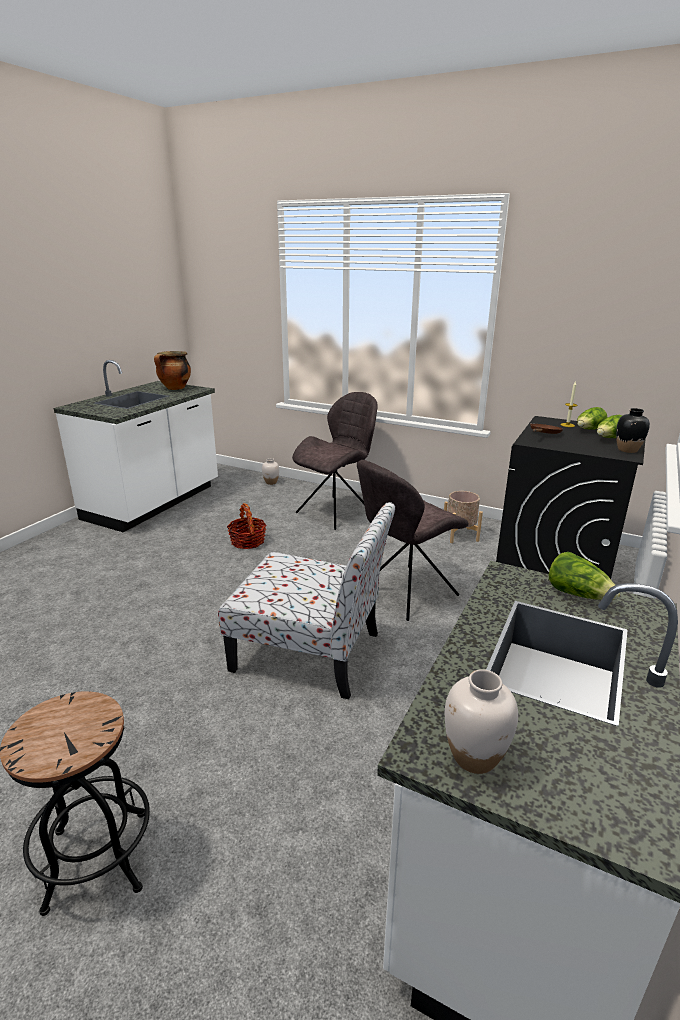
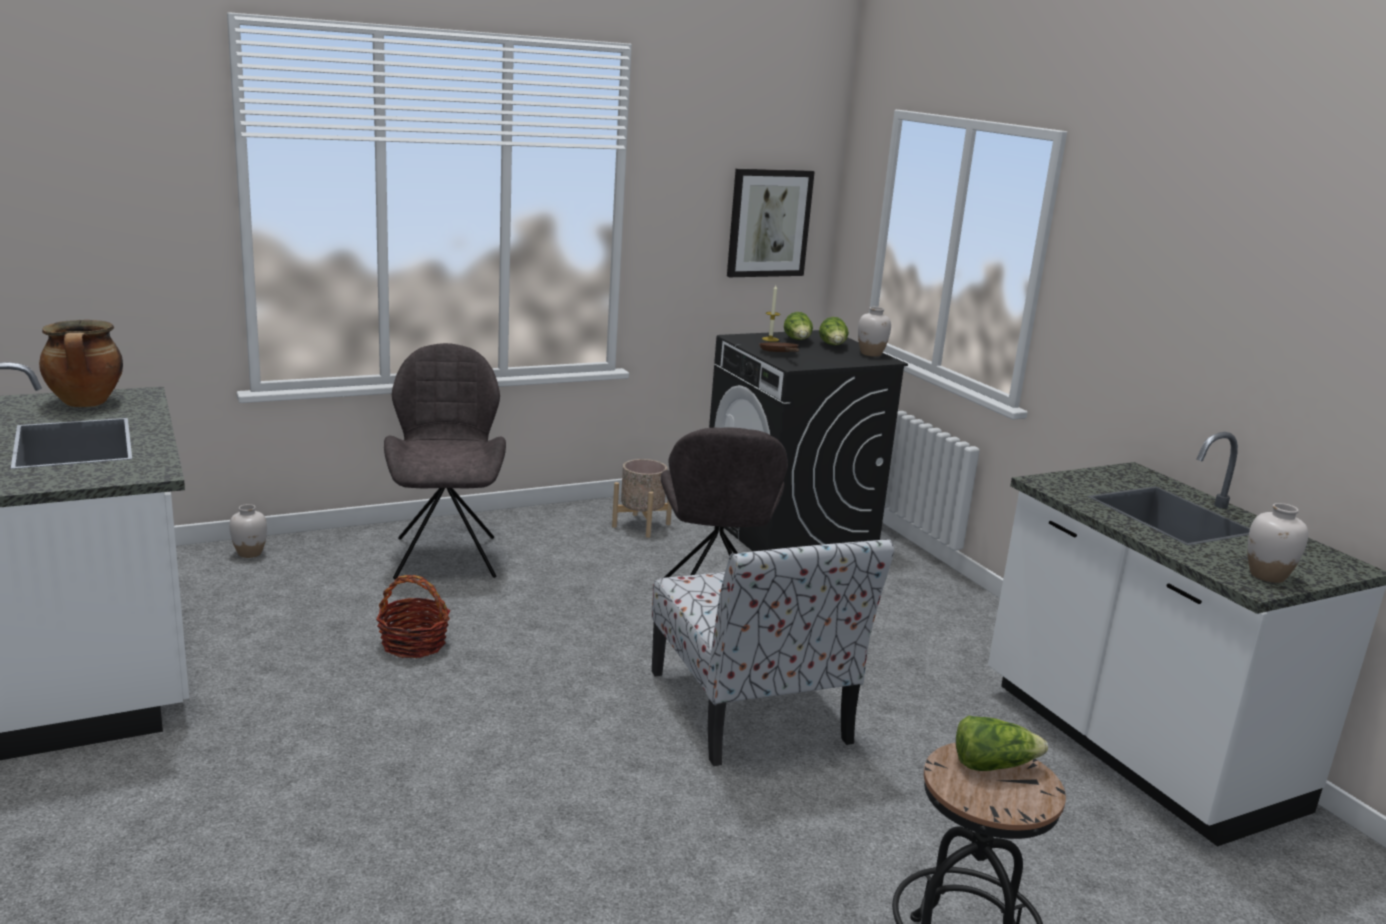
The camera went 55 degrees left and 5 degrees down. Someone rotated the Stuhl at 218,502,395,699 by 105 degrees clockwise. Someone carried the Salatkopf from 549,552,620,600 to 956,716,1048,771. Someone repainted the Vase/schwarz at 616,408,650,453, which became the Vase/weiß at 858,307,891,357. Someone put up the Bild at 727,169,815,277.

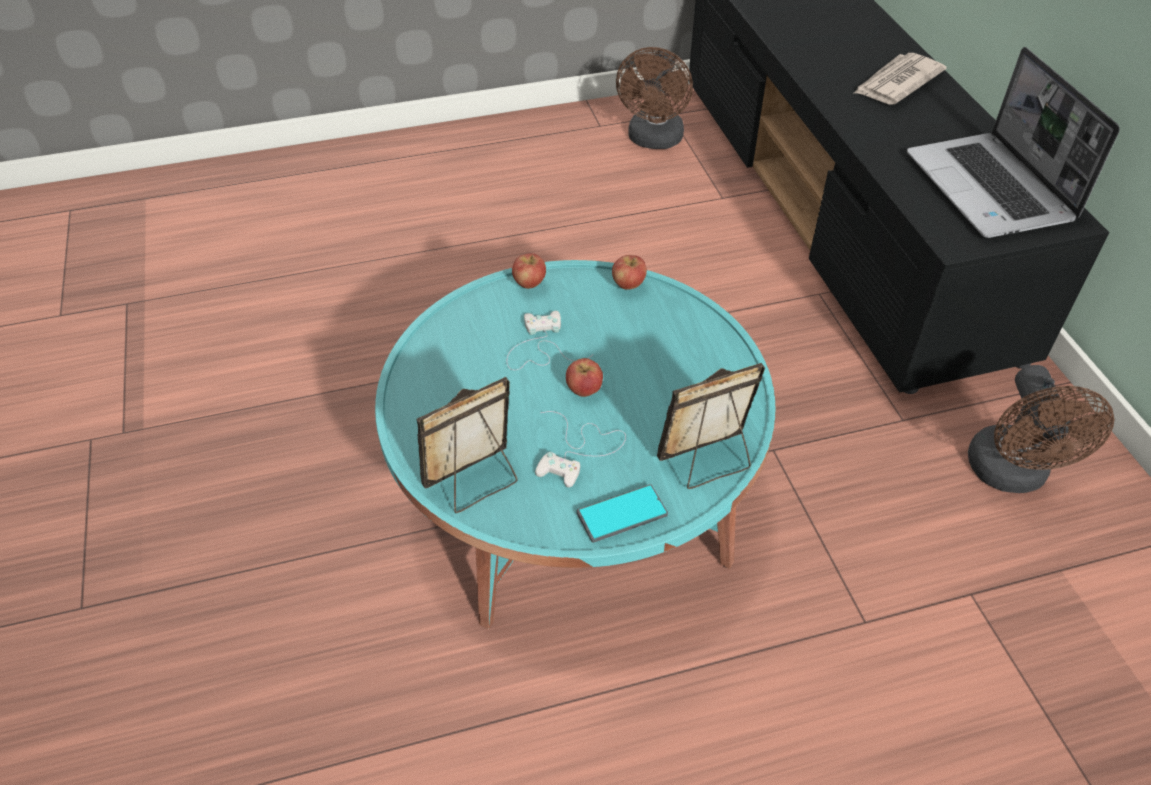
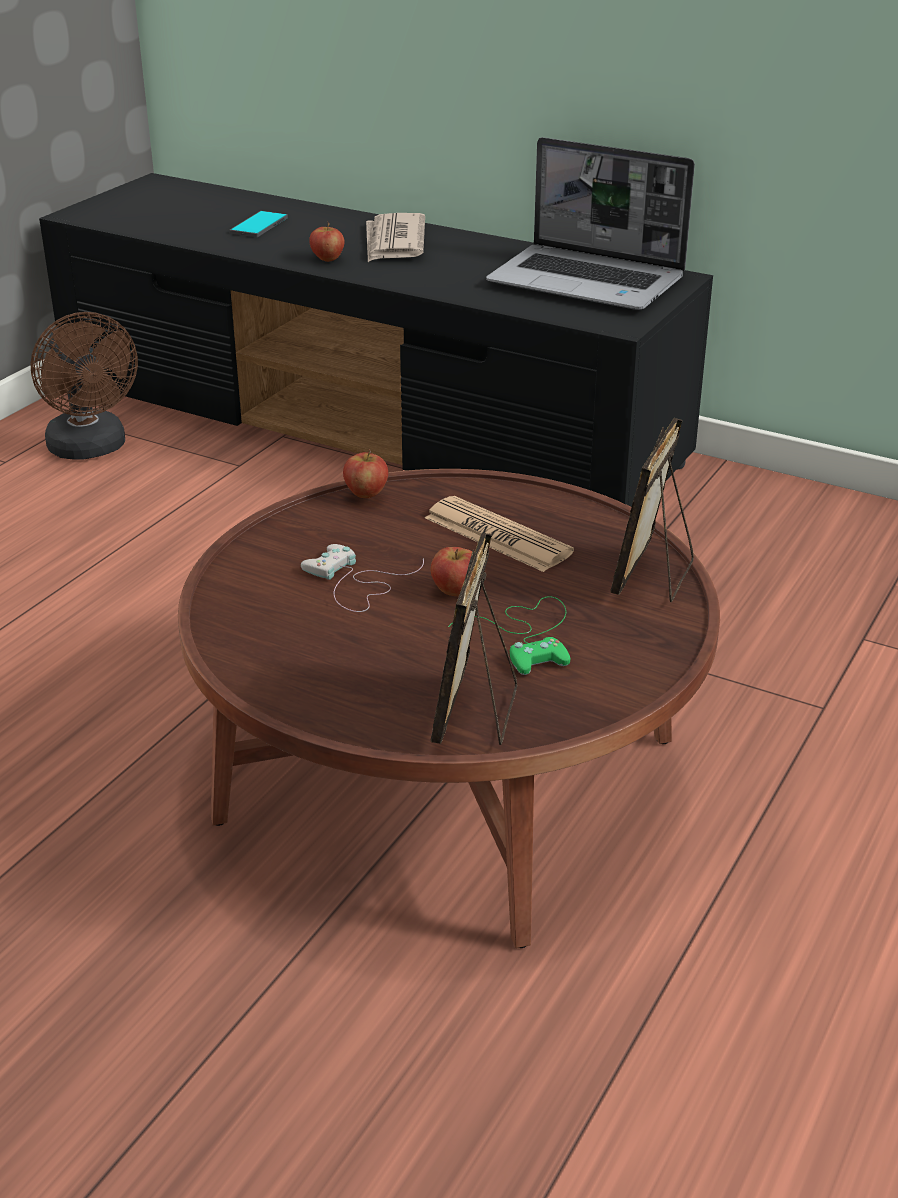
The camera went 45 degrees left and 15 degrees down. Someone repainted the Couchtisch/türkis at 375,260,776,629, which became the Couchtisch/braun at 178,469,720,948. Someone carried the Apfel from 512,253,546,289 to 309,222,344,262. Someone repainted the Gamepad/weiß at 535,411,626,488, which became the Gamepad/grün at 448,596,570,675. Someone carried the Handy from 577,484,668,543 to 229,211,288,237. Someone took away the Ventilator/braun at 968,365,1115,493. Someone put down the Zeitung at 425,496,574,572.

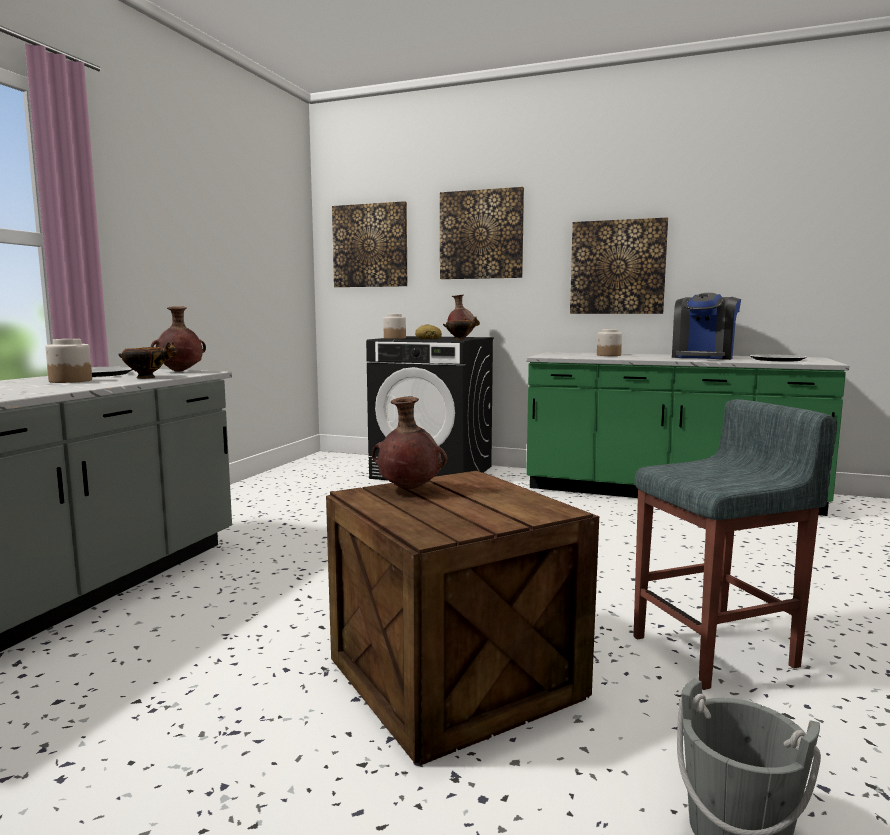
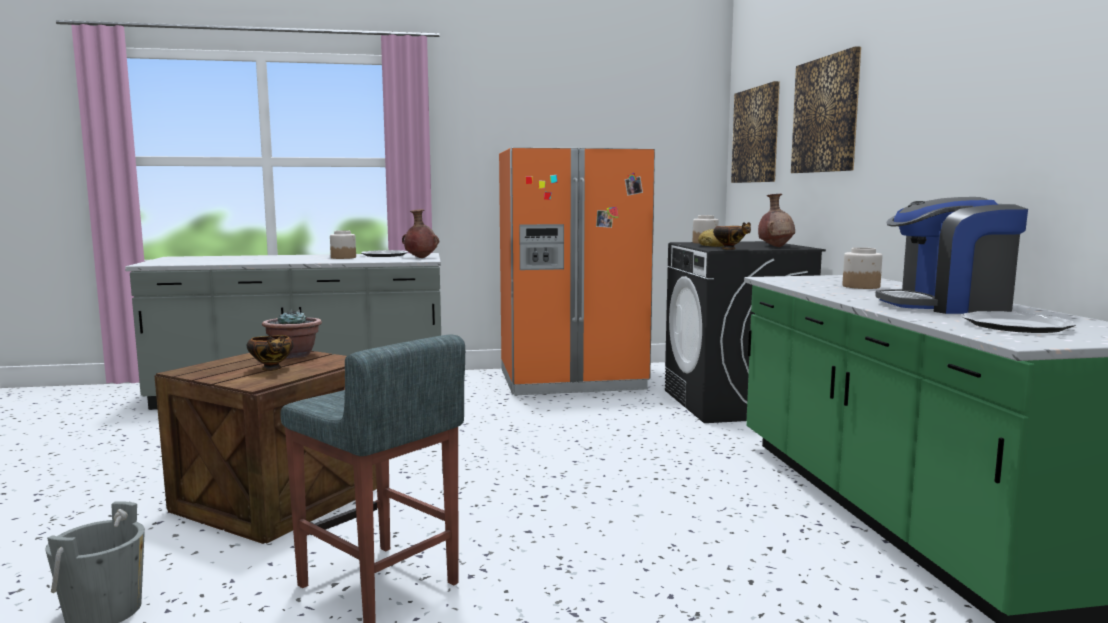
The camera went 60 degrees right and 0 degrees up. Someone carried the Schüssel from 118,342,178,379 to 246,335,293,371. Someone swapped the Vase/braun at 372,397,447,489 for the Topfpflanze at 262,309,322,359. Someone took away the Bild at 570,217,668,314. Someone put down the Kühlschrank/orange at 499,147,655,395.

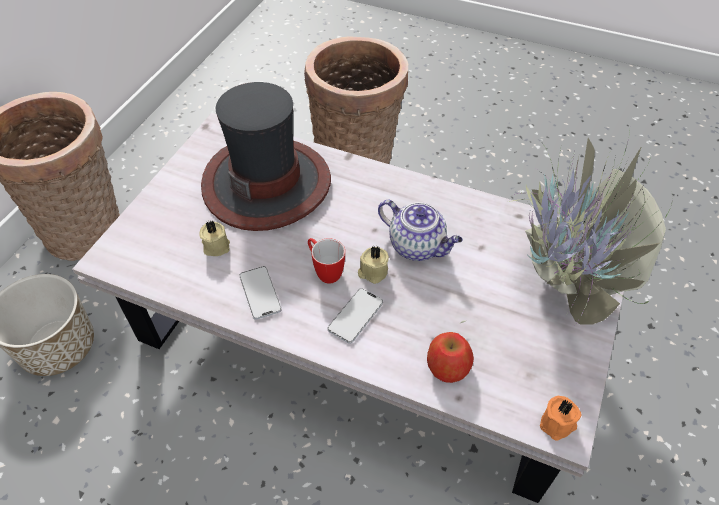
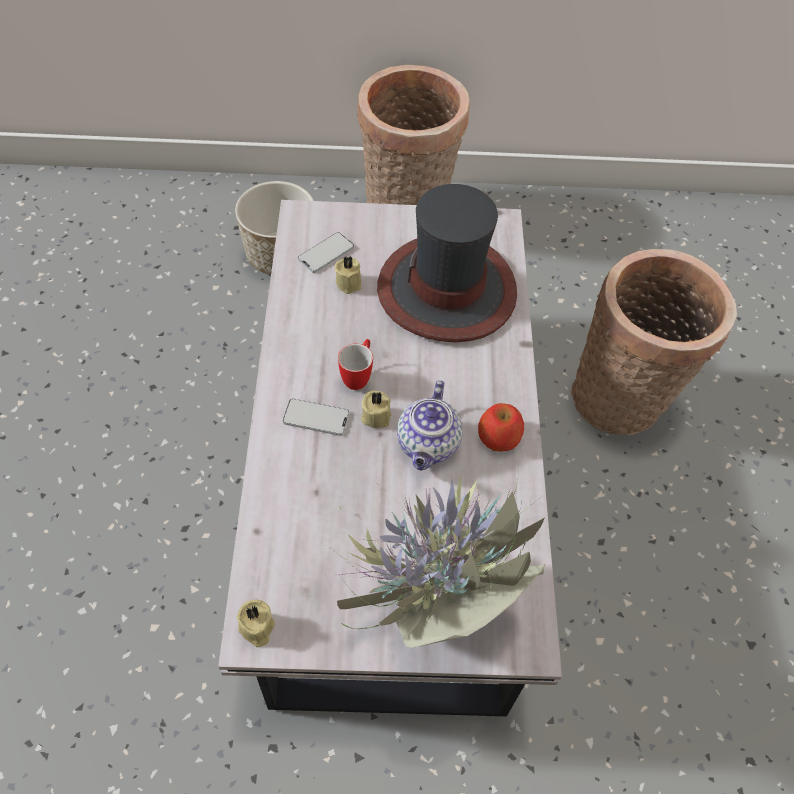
The camera went 65 degrees right and 5 degrees up. Someone carried the Handy from 239,266,281,320 to 298,232,354,273. Someone carried the Apfel from 427,332,474,383 to 478,403,524,452. Someone repainted the Kerze/orange at 540,396,581,441, which became the Kerze/beige at 237,600,275,647.

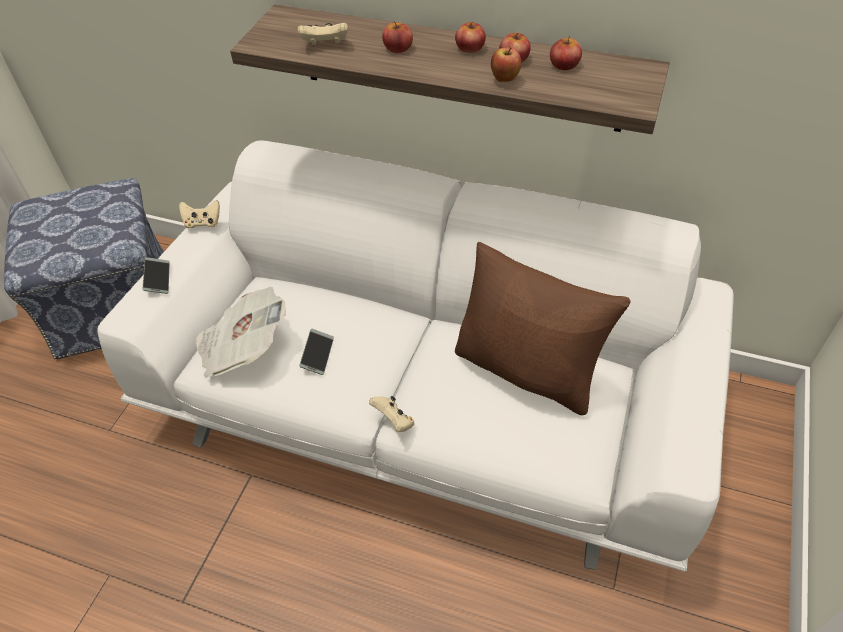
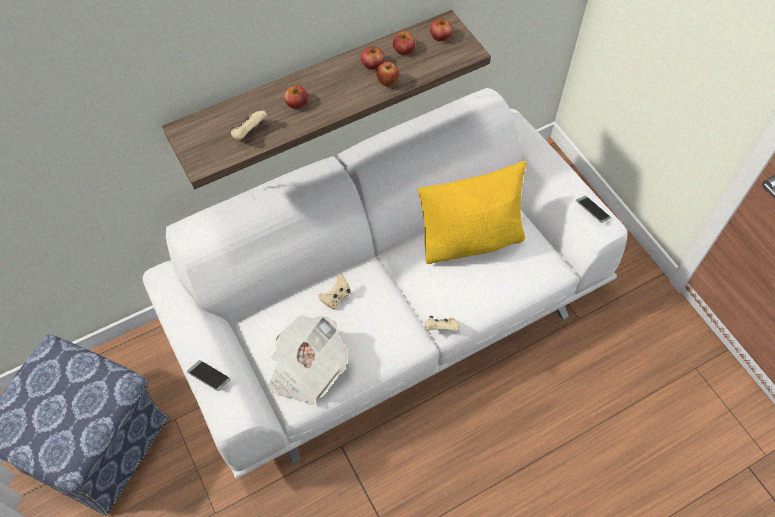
The camera went 50 degrees left and 10 degrees up. Someone carried the Gamepad/beige from 179,200,220,229 to 318,274,351,309. Someone carried the Handy from 299,329,334,375 to 576,196,611,223. Someone carried the Apfel from 455,22,486,53 to 430,19,453,41. Someone repainted the Kissen/braun at 455,242,631,415, which became the Kissen/gelb at 418,161,526,264.

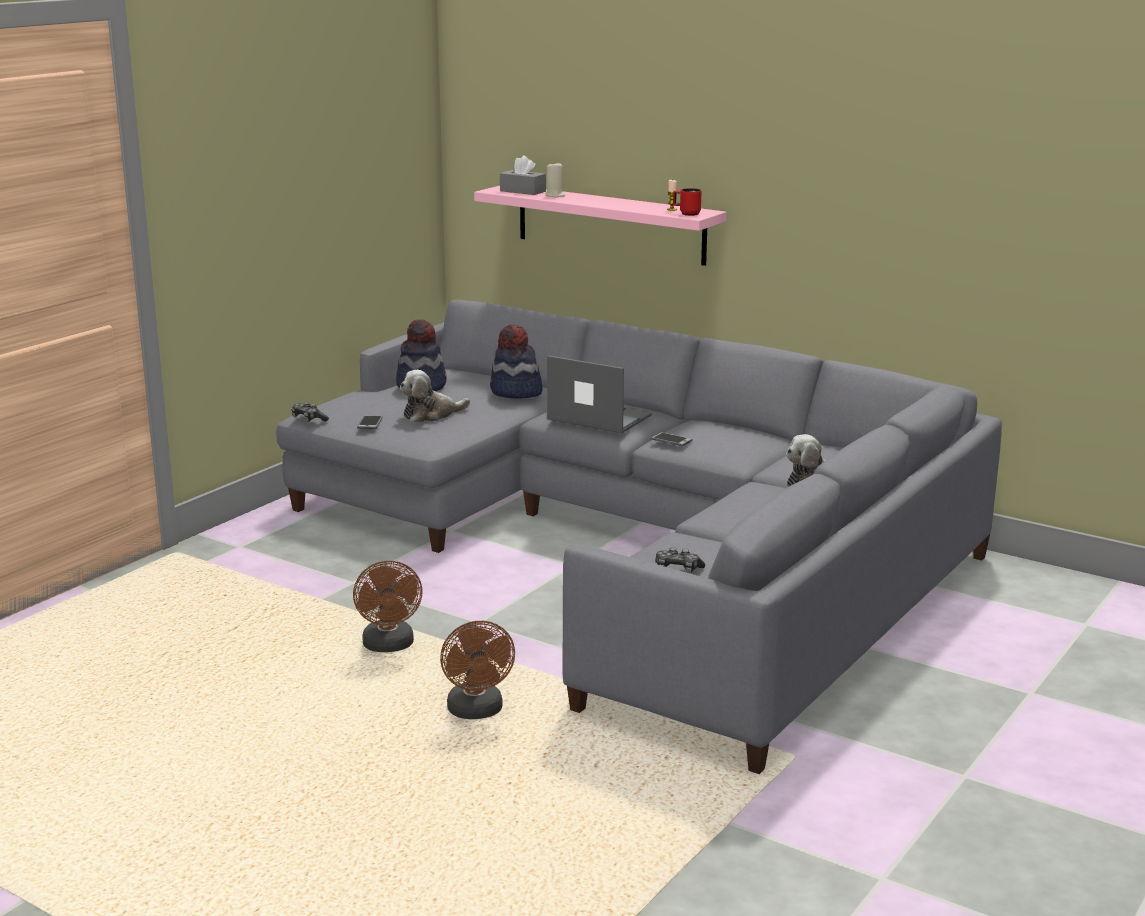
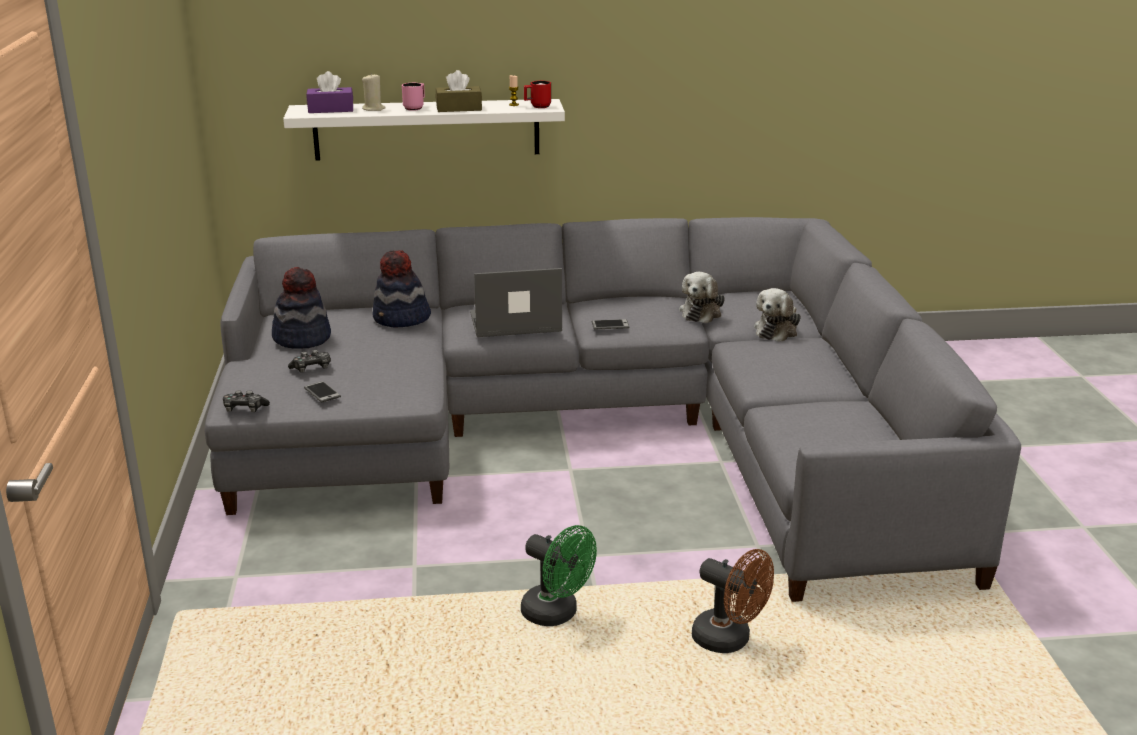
The camera went 40 degrees left and 5 degrees up. Someone repainted the Ventilator/braun at 353,561,423,652, which became the Ventilator/grün at 521,525,597,626. Someone carried the Plüschtier from 400,370,470,423 to 679,272,725,323. Someone repainted the Wandregal/rosa at 474,186,727,266, which became the Wandregal/weiß at 283,99,565,160. Someone repainted the Taschentuchbox/grau at 500,155,546,195, which became the Taschentuchbox/lila at 307,71,353,113. Someone carried the Gamepad from 655,547,705,573 to 288,350,331,373. Someone put down the Henkelbecher/rosa at 402,83,425,111. Someone put down the Taschentuchbox/braun at 436,70,482,112.

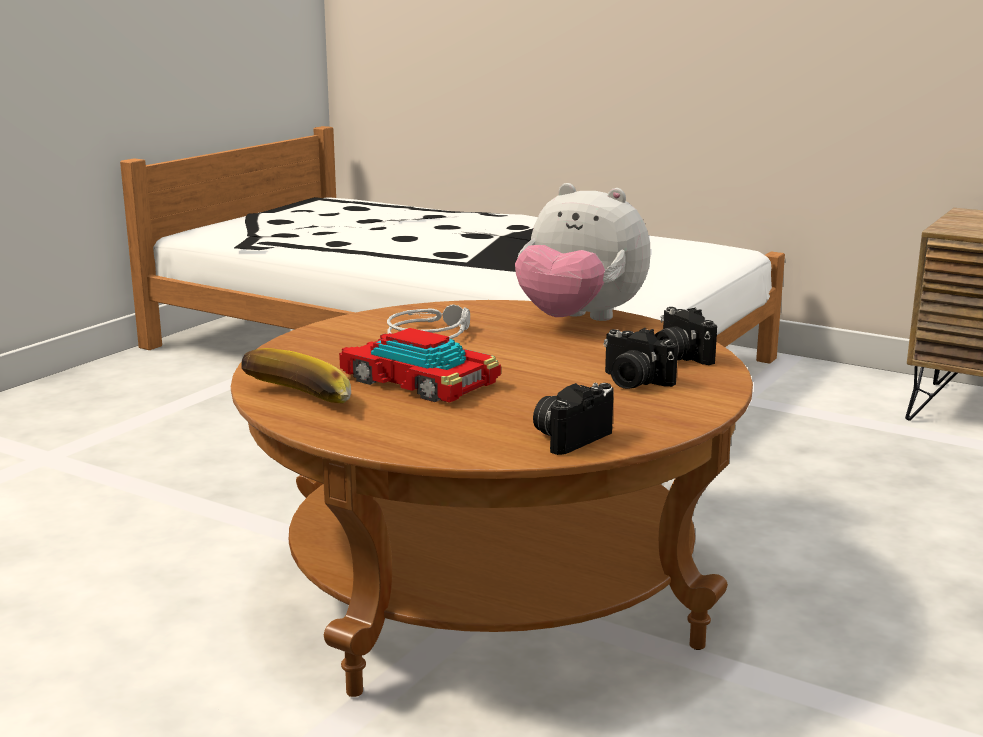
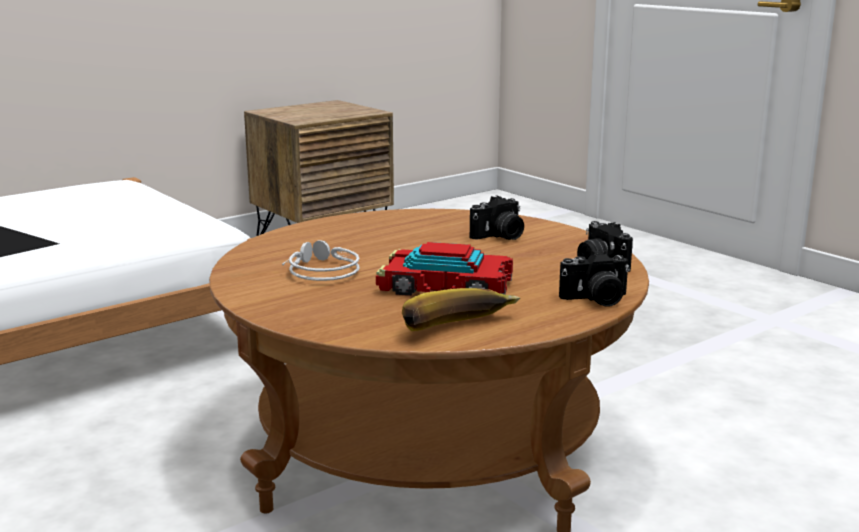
The camera went 70 degrees left and 0 degrees up. Someone rotated the Spielzeugauto at 339,328,501,403 by 135 degrees counterclockwise. Someone took away the Plüschtier at 515,183,651,321. Someone carried the Kamera from 655,307,717,365 to 559,250,630,307.

